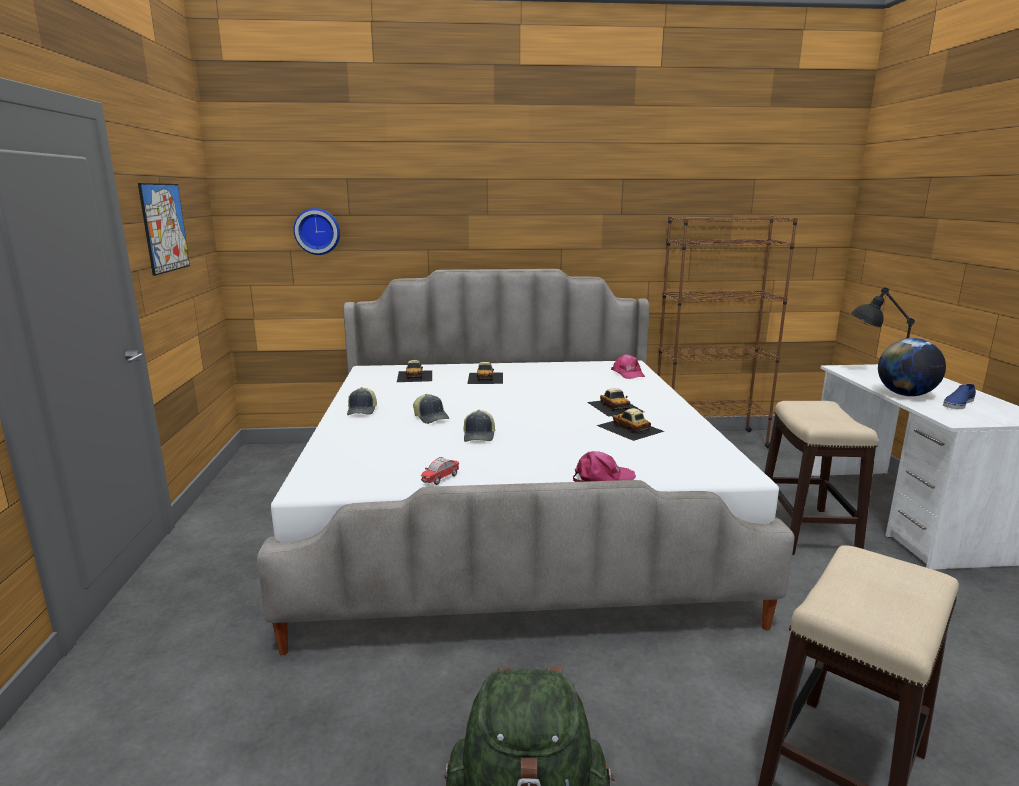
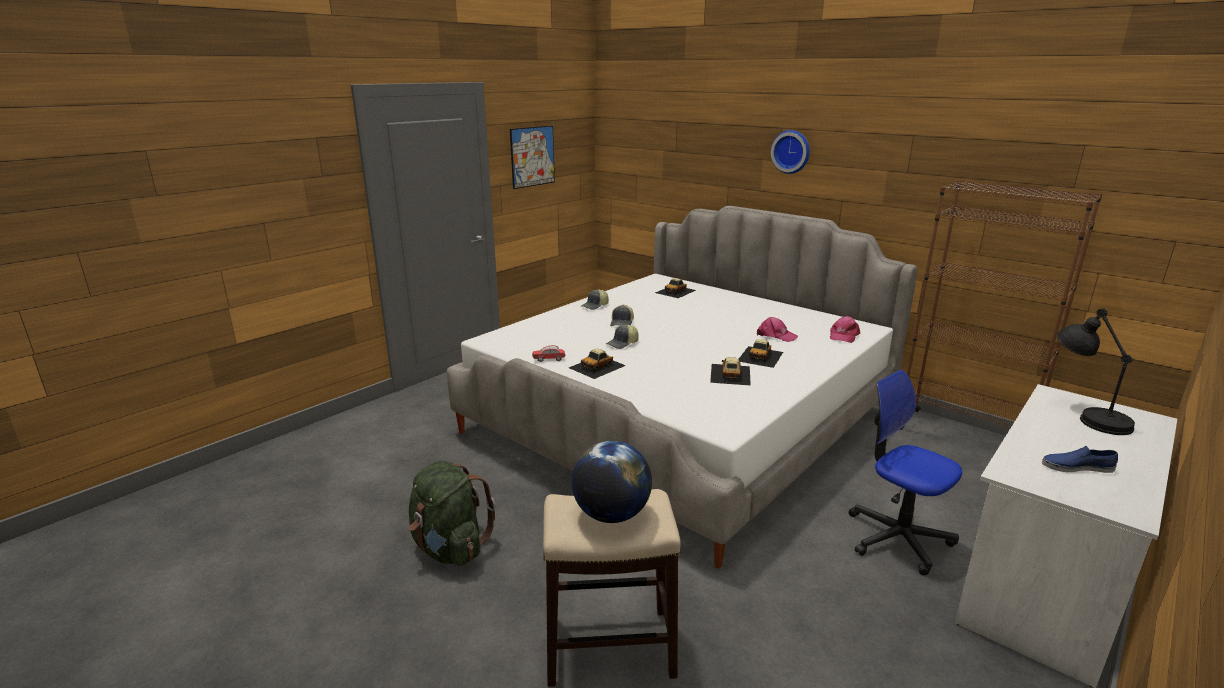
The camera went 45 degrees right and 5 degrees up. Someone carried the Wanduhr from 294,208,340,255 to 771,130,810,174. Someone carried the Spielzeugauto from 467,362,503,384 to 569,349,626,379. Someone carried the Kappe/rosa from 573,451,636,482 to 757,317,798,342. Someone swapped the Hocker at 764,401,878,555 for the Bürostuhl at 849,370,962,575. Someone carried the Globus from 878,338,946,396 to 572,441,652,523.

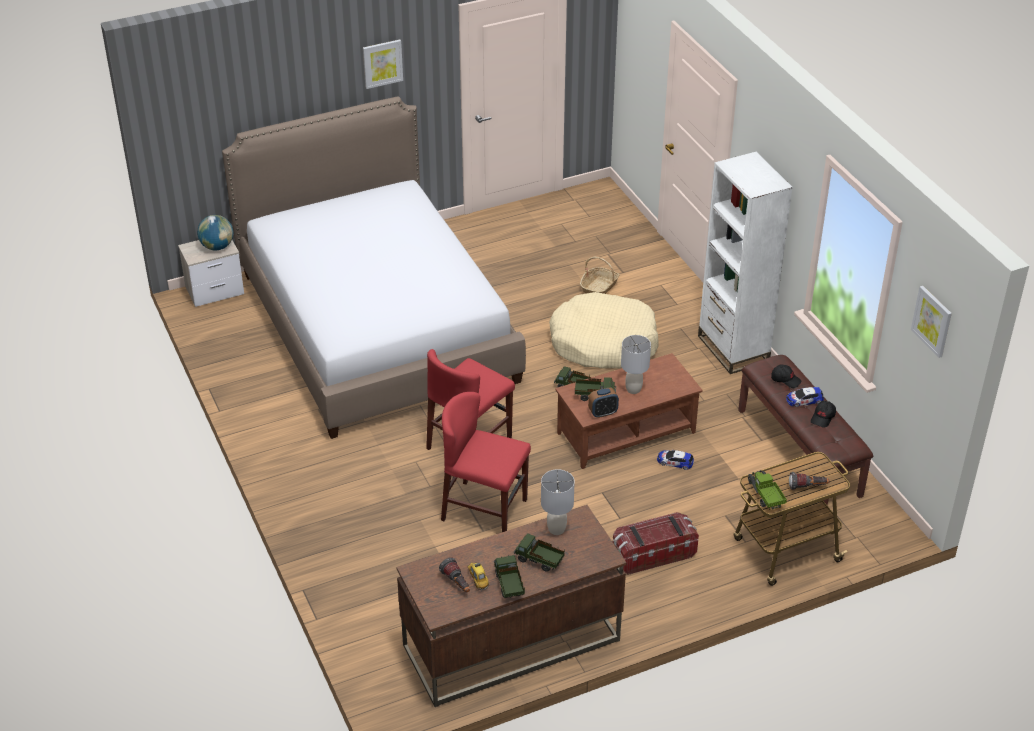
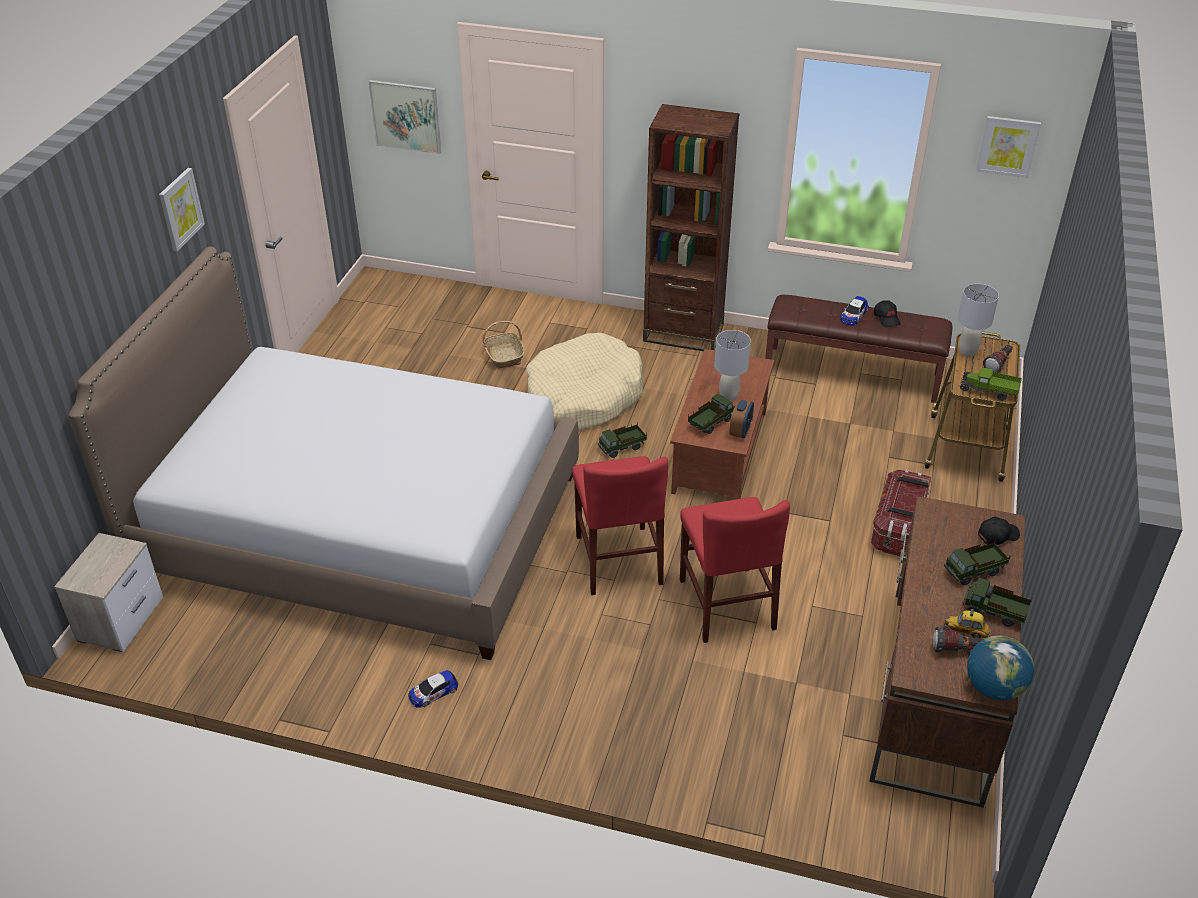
The camera went 50 degrees left and 0 degrees up. Someone carried the Globus from 197,215,233,250 to 967,636,1034,701. Someone rotated the Stuhl/rot at 441,392,531,532 by 75 degrees counterclockwise. Someone carried the Tischlampe/grau from 541,469,575,535 to 958,284,999,356. Someone carried the Spielzeugauto from 657,450,694,470 to 408,670,458,708. Someone repainted the Bücherregal/weiß at 698,152,793,374, which became the Bücherregal/braun at 643,104,739,351. Someone carried the Kappe/schwarz from 771,365,801,388 to 978,517,1020,545. Someone put up the Bild at 368,80,441,154.

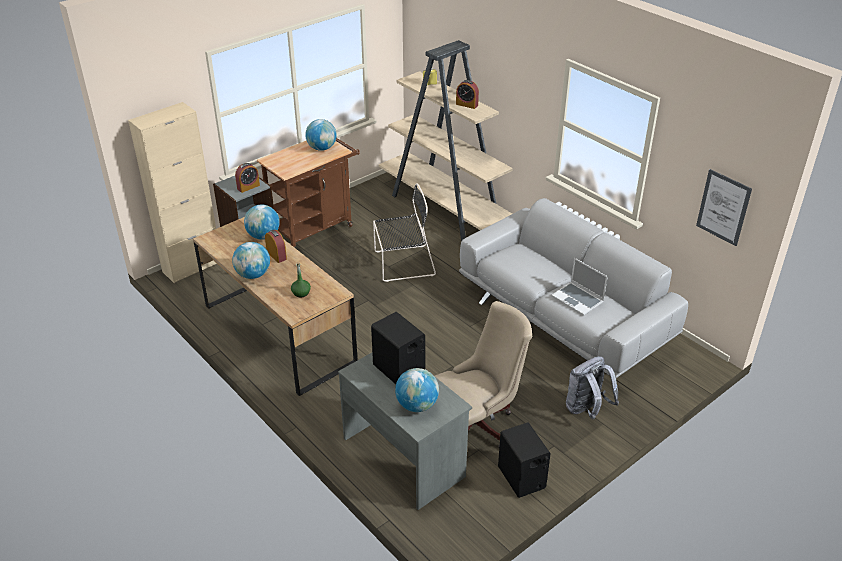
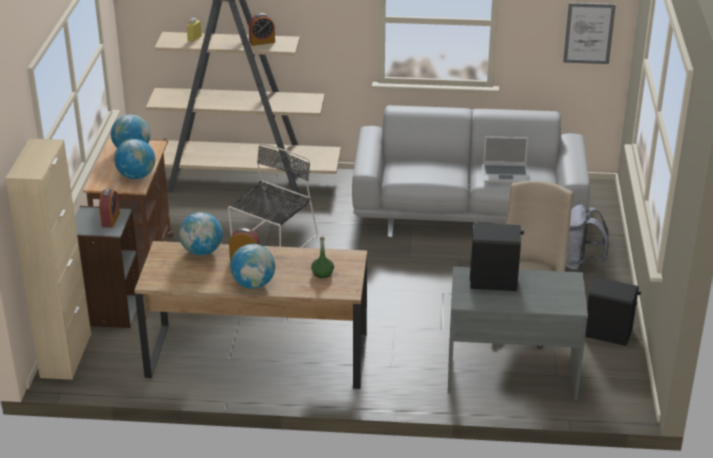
The camera went 45 degrees left and 5 degrees down. Someone carried the Globus from 395,368,439,412 to 114,139,155,179.

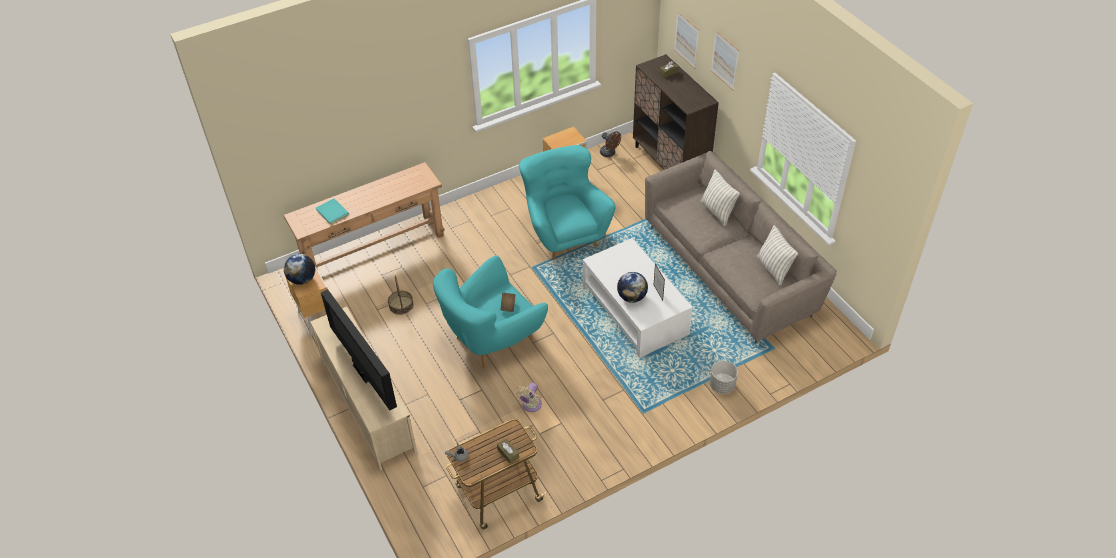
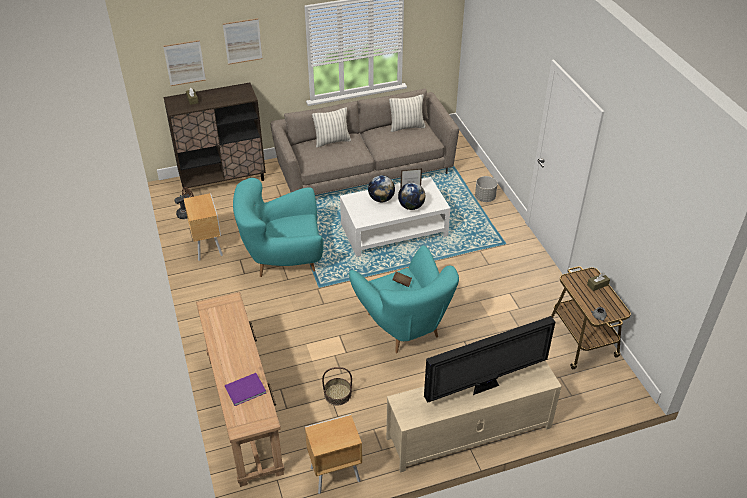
The camera went 80 degrees left and 5 degrees down. Someone carried the Globus from 284,254,315,285 to 368,175,395,202. Someone repainted the Buch/türkis at 316,198,349,224, which became the Buch/lila at 225,373,266,406. Someone took away the Ventilator/beige at 515,383,542,412.

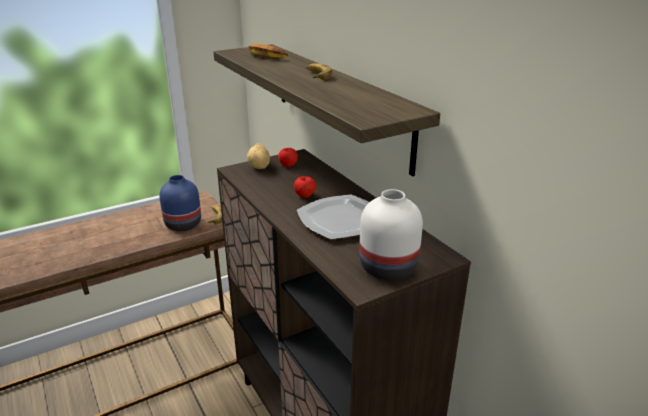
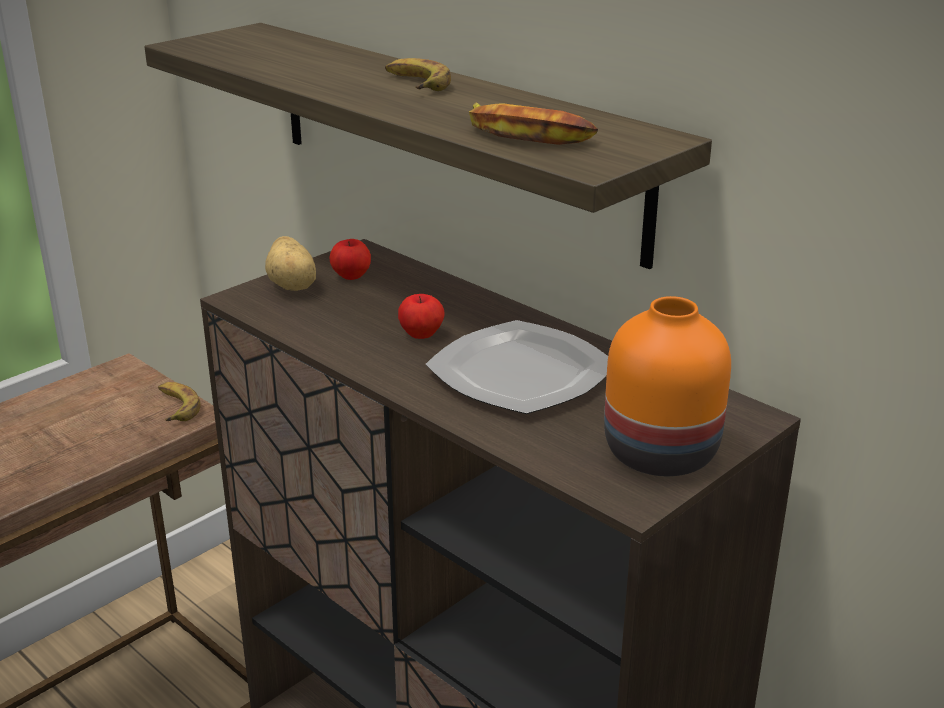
The camera went 15 degrees left and 0 degrees up. Someone took away the Vase/blau at 159,175,201,231. Someone carried the Banane from 248,43,288,59 to 469,103,598,145. Someone repainted the Vase/weiß at 359,189,423,281, which became the Vase/orange at 604,296,731,476.

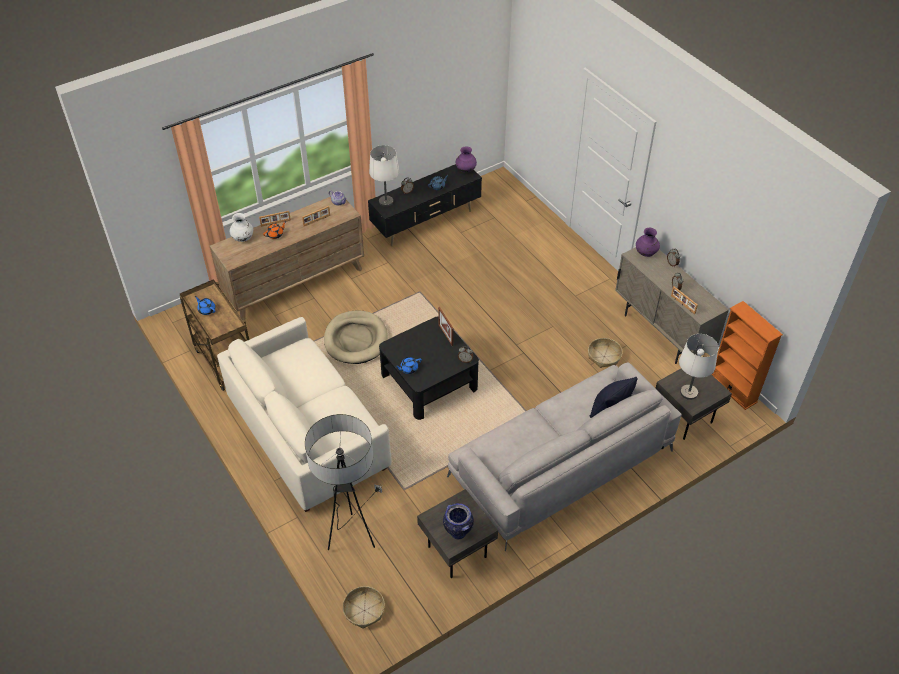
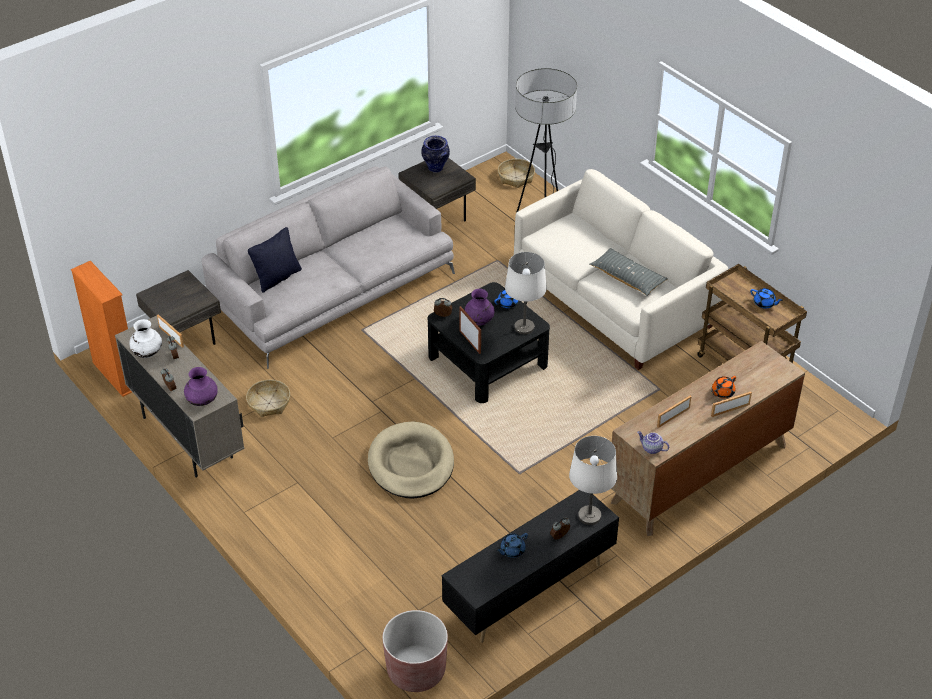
The camera went 175 degrees right and 5 degrees down. Someone carried the Vase/weiß from 230,213,253,242 to 129,319,162,358. Someone carried the Hundebett/beige from 324,311,388,364 to 368,422,454,499. Someone carried the Vase/lila from 455,146,477,172 to 465,289,495,326. Someone carried the Tischlampe/weiß from 679,334,718,400 to 505,252,547,335. Someone put down the Pflanzkübel/braun at 382,610,448,692. Someone put down the Kissen/grau at 589,248,668,296.

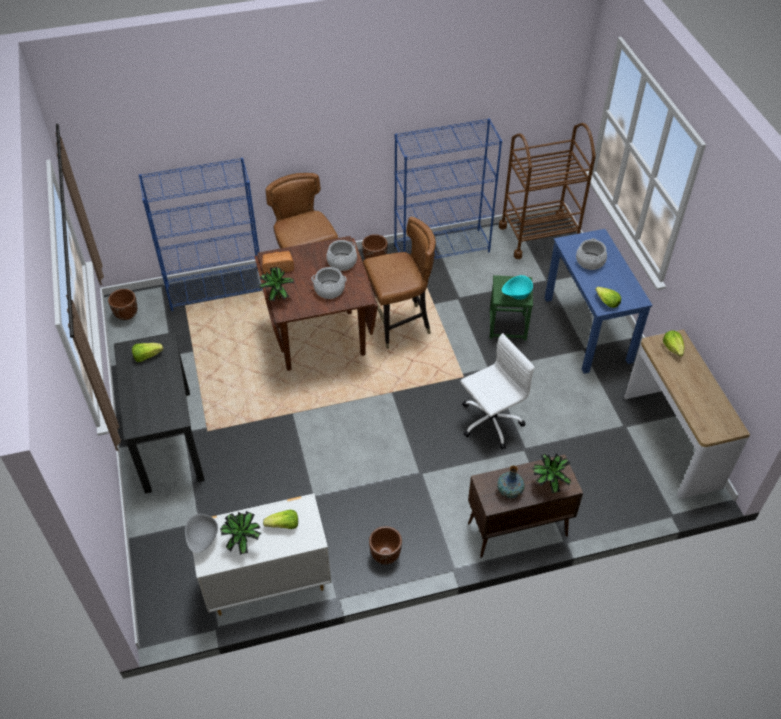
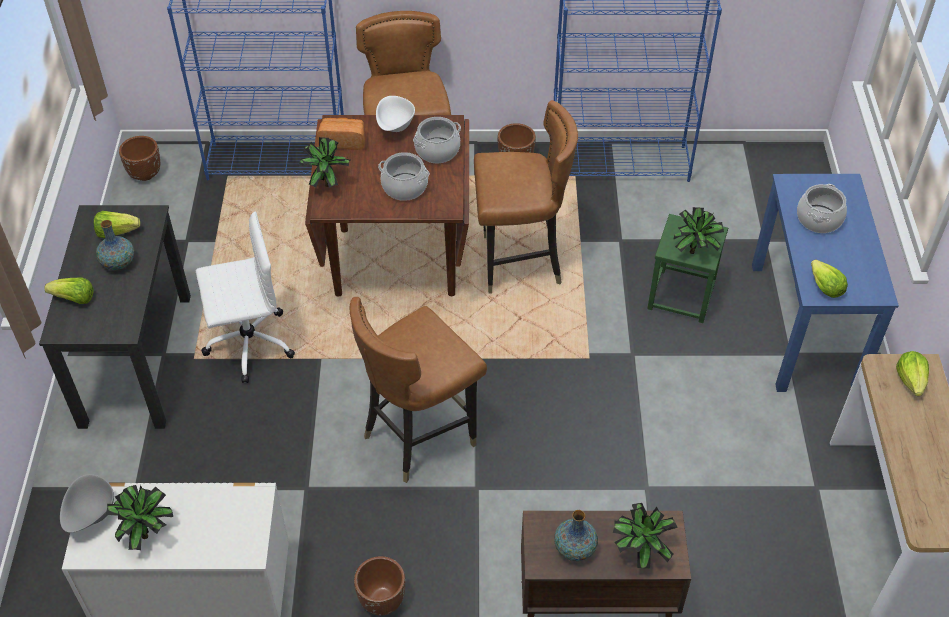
The camera went 15 degrees right and 0 degrees up. Someone carried the Salatkopf from 263,510,298,529 to 44,277,94,304. Someone carried the Bürostuhl/weiß from 460,333,535,449 to 196,211,295,383. Someone took away the Rollwagen/braun at 499,123,596,259. Someone swapped the Schüssel/türkis at 502,275,533,300 for the Topfpflanze at 673,207,724,254. Someone put down the Vase at 96,220,134,270. Someone put down the Stuhl/braun at 350,297,487,483. Someone put down the Schüssel/weiß at 376,96,415,132.

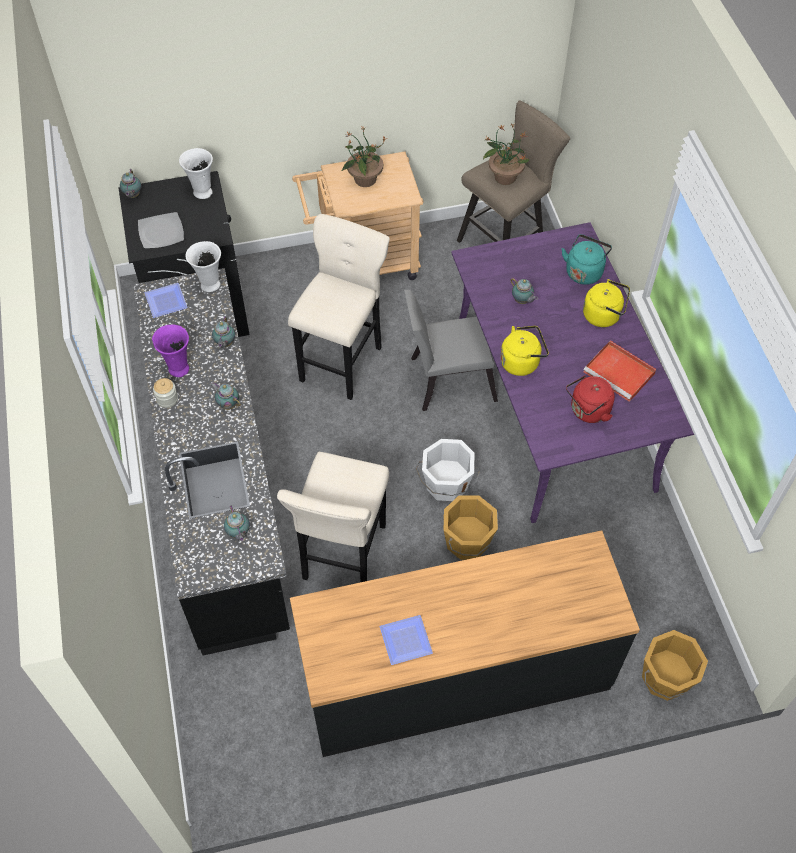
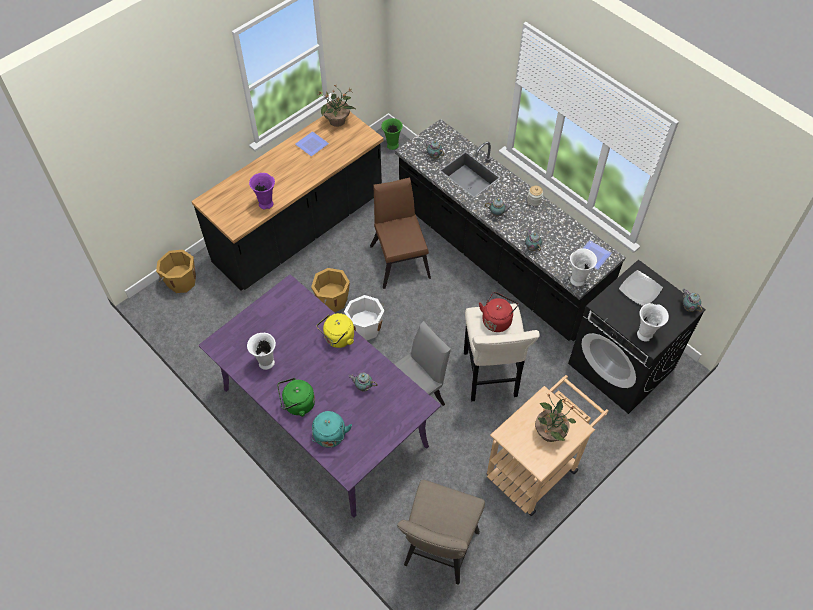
The camera went 150 degrees right and 0 degrees up. Someone carried the Vase/lila from 152,325,189,377 to 249,173,275,210. Someone swapped the Hocker/beige at 277,452,389,582 for the Stuhl/braun at 370,177,431,289. Someone carried the Topfpflanze from 483,123,529,185 to 318,85,356,127. Someone carried the Wasserkessel/rot from 566,375,615,423 to 479,292,518,332. Someone repainted the Wasserkessel/gelb at 583,279,630,327, which became the Wasserkessel/grün at 277,378,315,417. Someone swapped the Tablett/rot at 584,340,656,402 for the Vase/weiß at 247,333,276,370. Someone put down the Vase/grün at 381,118,403,150.

